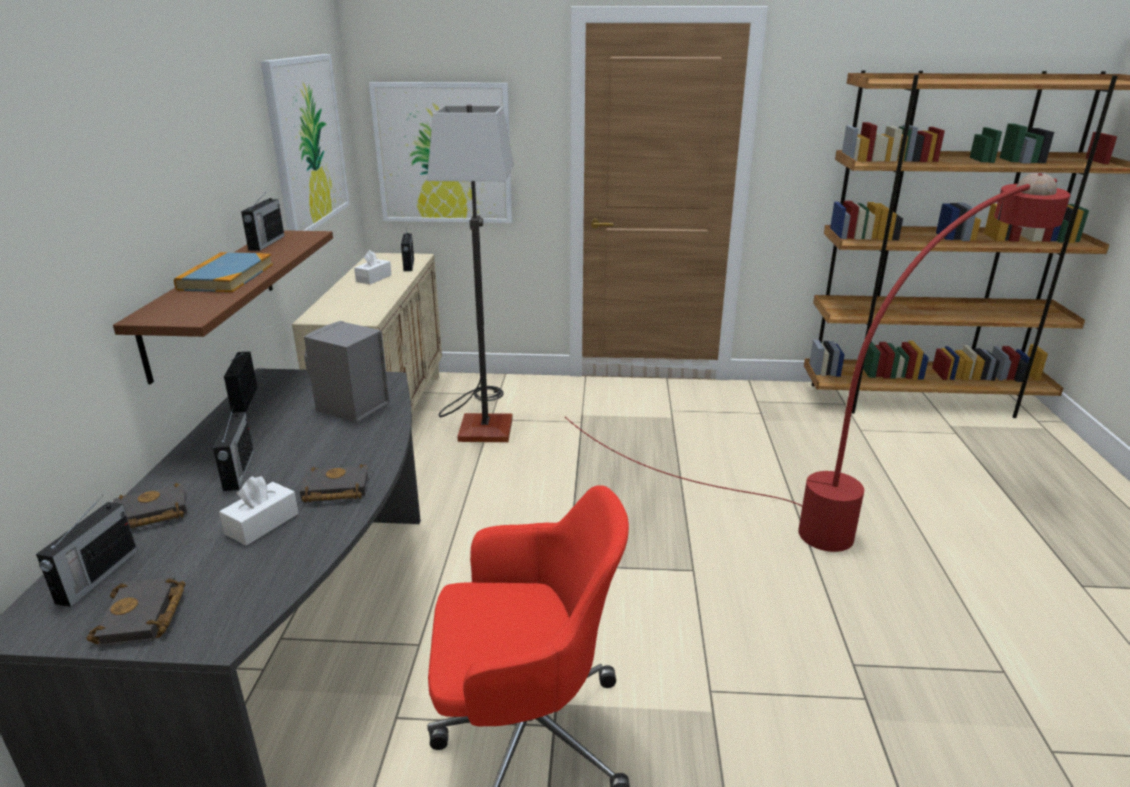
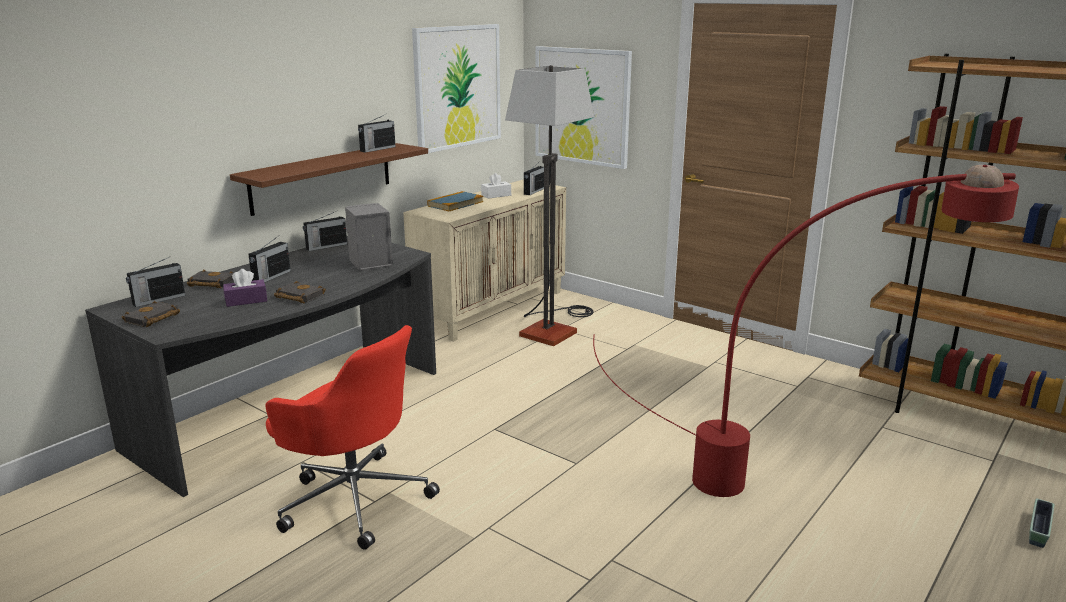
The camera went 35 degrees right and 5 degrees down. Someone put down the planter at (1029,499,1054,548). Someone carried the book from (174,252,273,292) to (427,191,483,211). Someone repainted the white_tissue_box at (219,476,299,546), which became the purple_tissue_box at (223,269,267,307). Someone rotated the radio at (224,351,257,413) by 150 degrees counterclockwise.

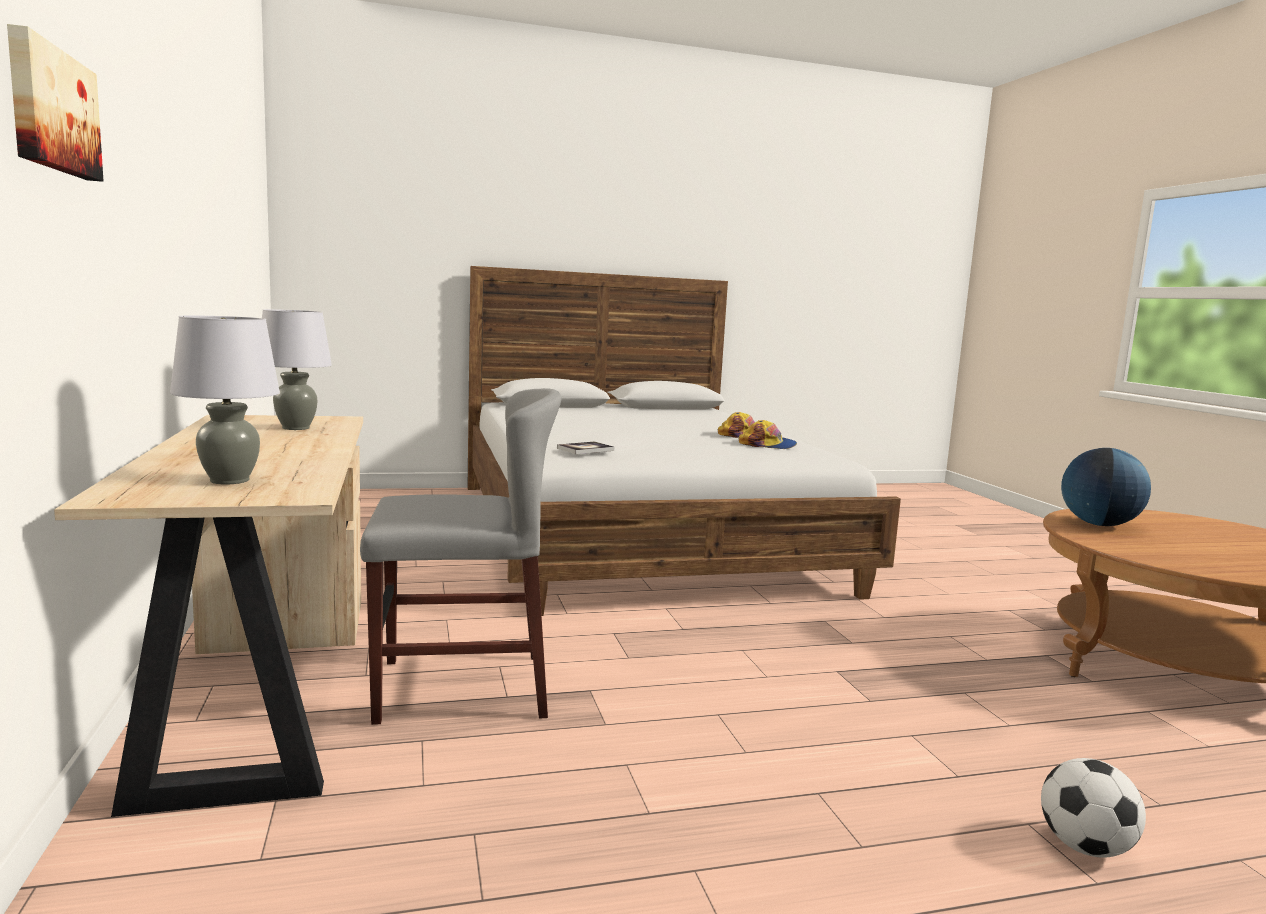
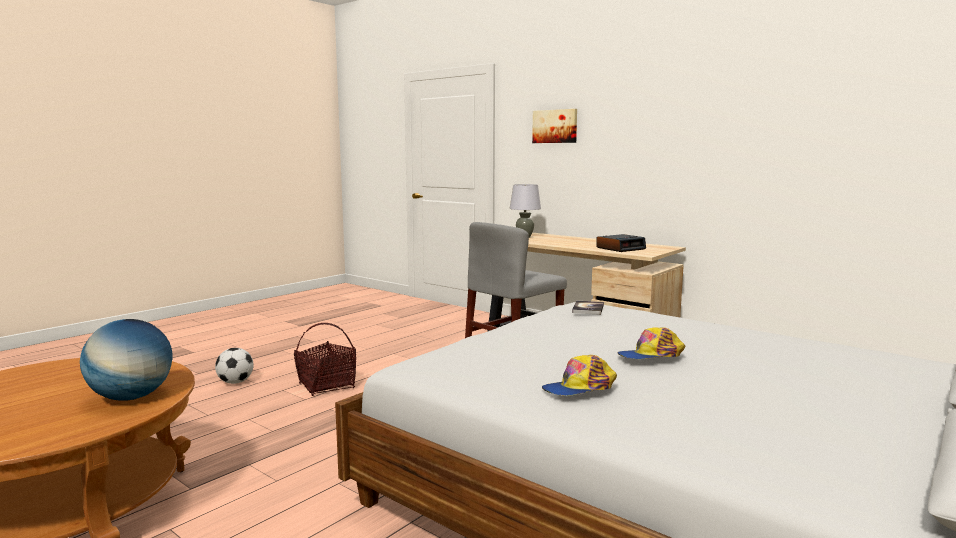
The camera went 145 degrees right and 0 degrees up. Someone put down the basket at (294,323,356,396). Someone carried the cap from (739,420,797,449) to (617,327,685,359). Someone swapped the grey_table_lamp at (262,309,332,430) for the alarm_clock at (596,234,646,252).

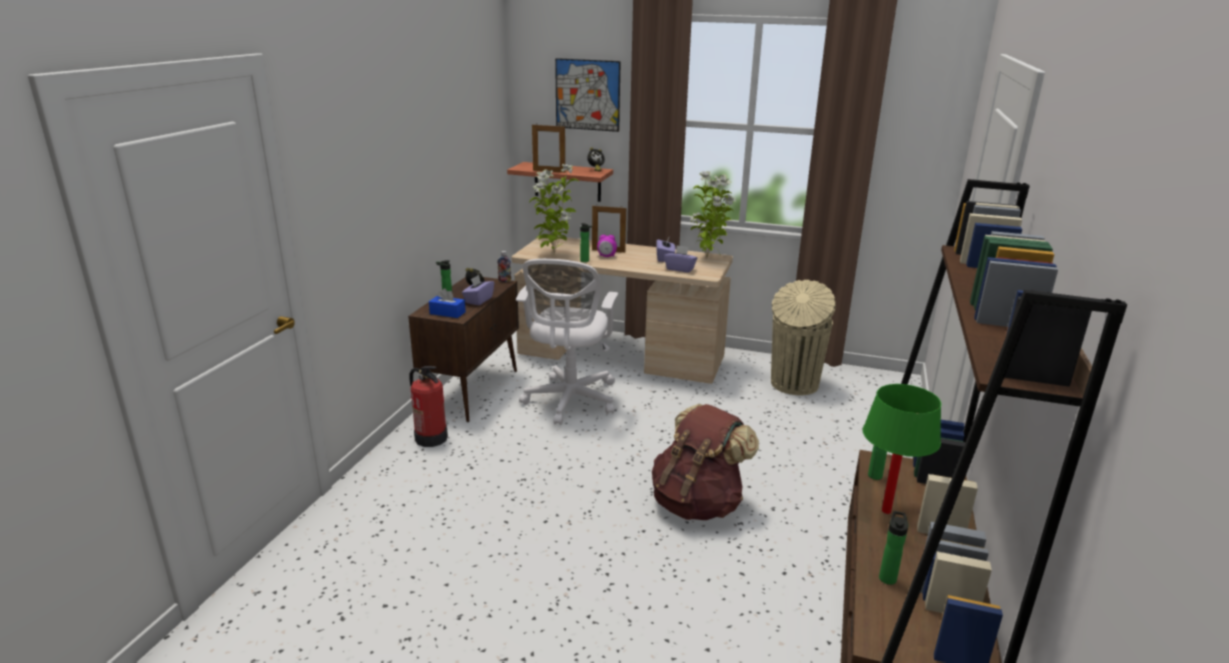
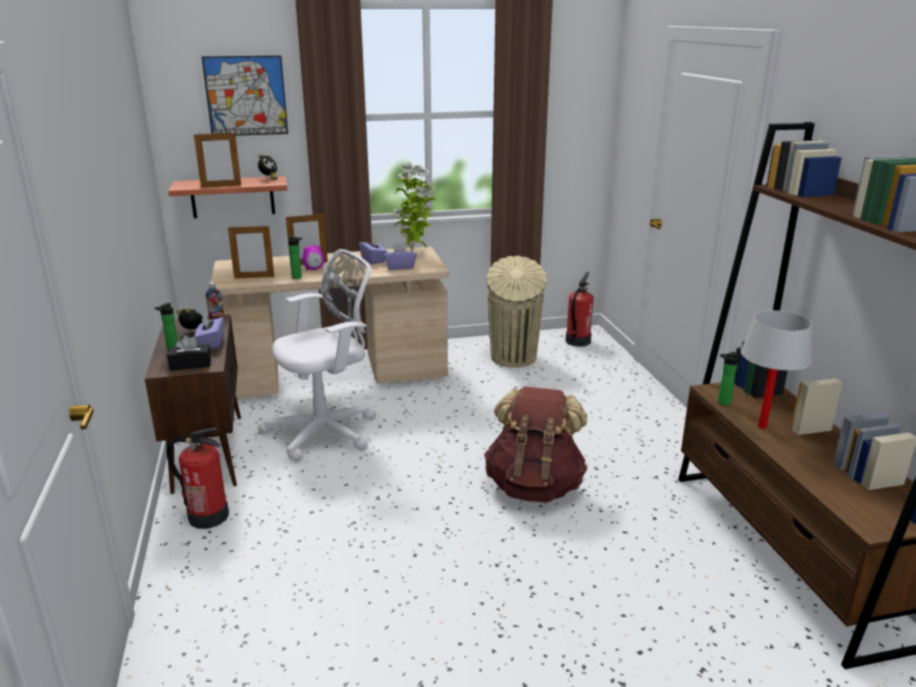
The camera went 30 degrees left and 0 degrees up. Someone took away the bottle at (879,511,908,585). Someone put down the fire_extinguisher at (565,272,594,347). Someone swapped the potted_plant at (529,164,578,255) for the picture_frame at (228,224,274,279). Someone repainted the blue_tissue_box at (429,288,466,318), which became the black_tissue_box at (167,335,211,371). Someone repainted the green_table_lamp at (863,384,941,514), which became the white_table_lamp at (741,310,812,429). Someone rotated the white_office_chair at (516,259,618,425) by 105 degrees counterclockwise.

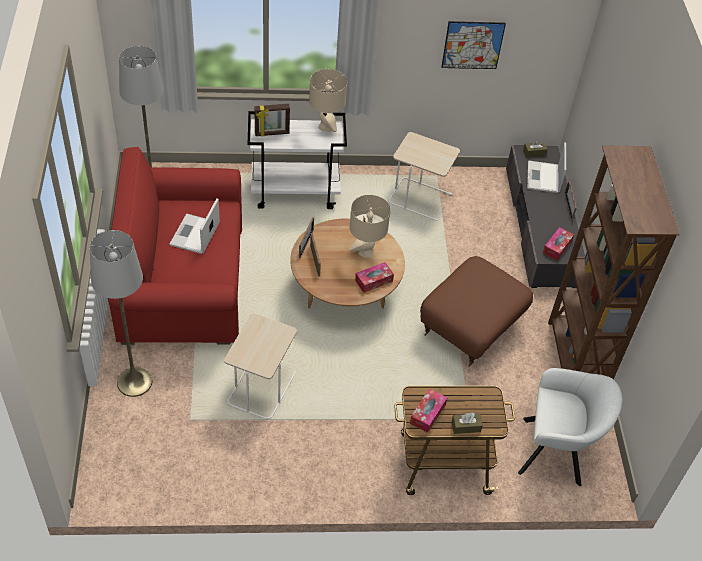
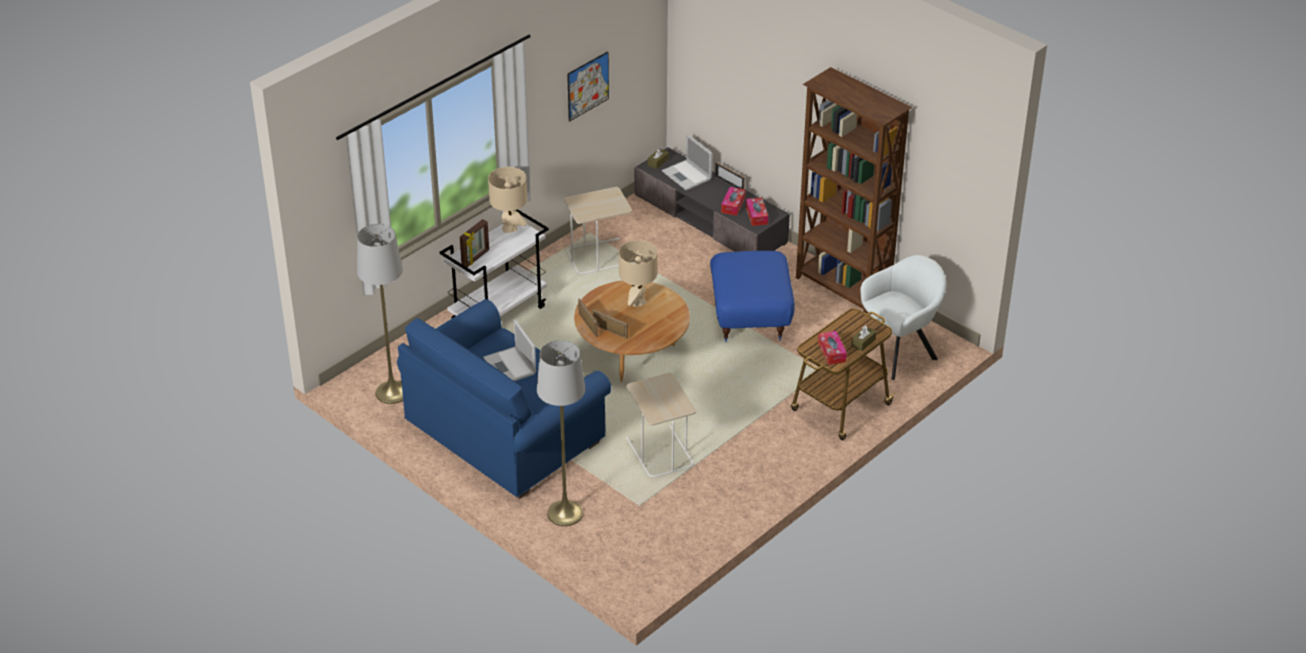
The camera went 40 degrees left and 10 degrees down. Someone carried the tissue_box from (355,262,394,293) to (721,187,746,216). Someone repainted the red_sofa at (108,147,242,345), which became the blue_sofa at (397,299,611,499). Someone repainted the brown_ottoman at (420,256,533,366), which became the blue_ottoman at (710,251,795,342).

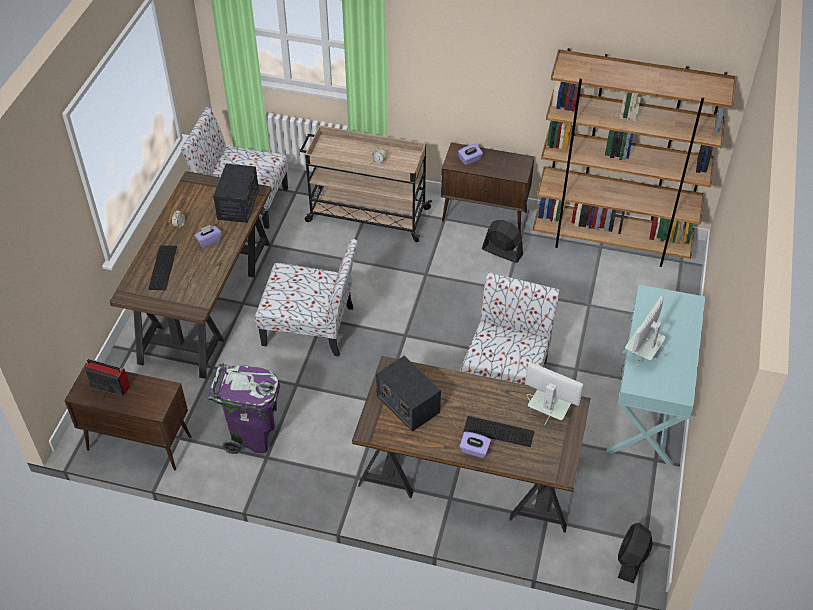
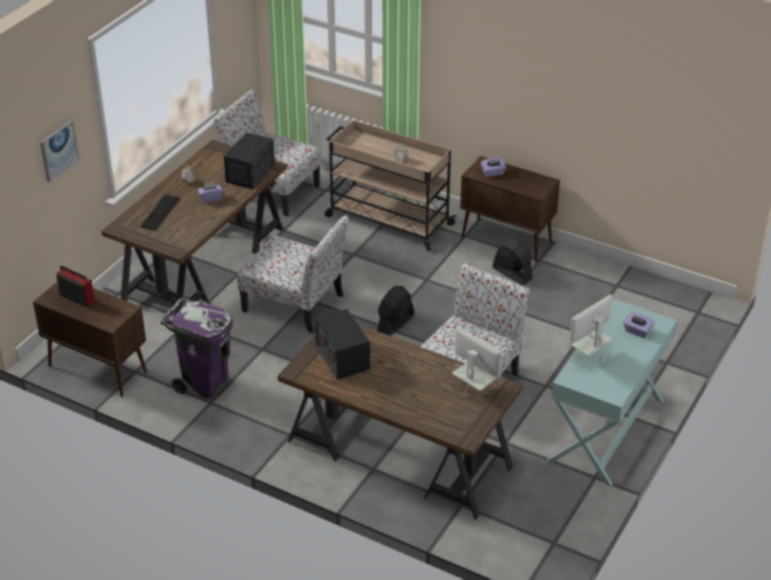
The camera went 15 degrees right and 10 degrees down. Someone took away the keyboard at (463,416,535,447). Someone took away the brown_bookcase at (533,48,736,267). Someone put up the picture at (40,120,79,182). Someone carried the purple_tissue_box from (459,432,491,458) to (624,312,654,338). Someone carried the black_fan from (618,523,653,583) to (377,286,414,336).

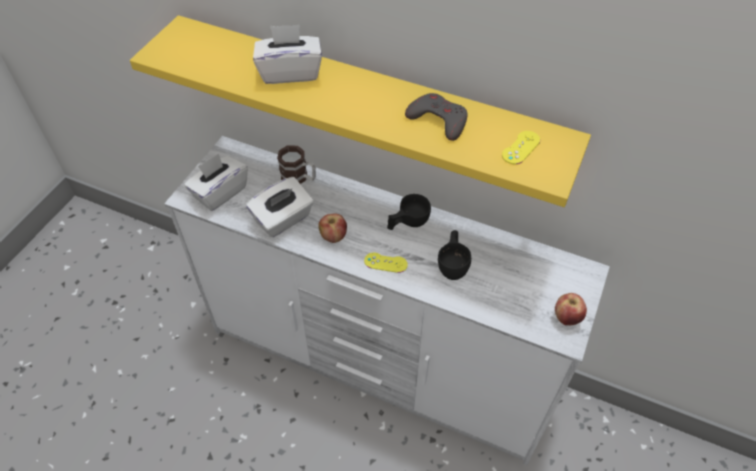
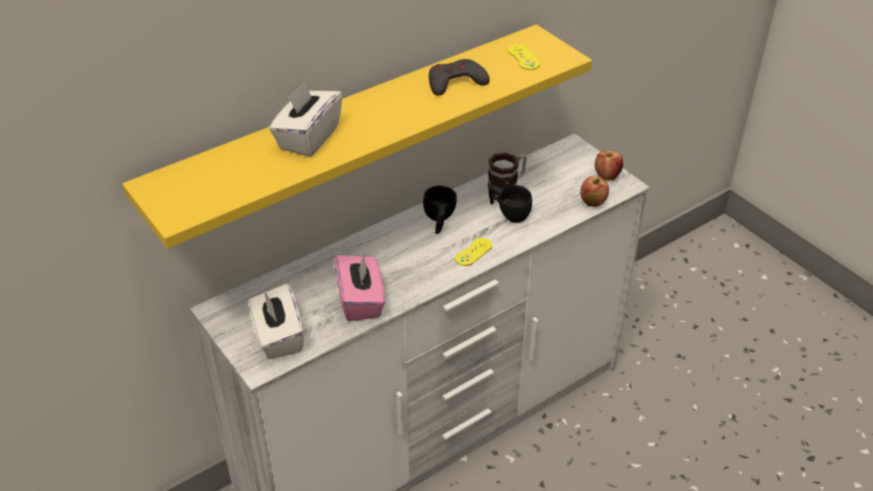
The camera went 60 degrees left and 10 degrees down. Someone carried the mug from (277,145,316,184) to (488,152,527,196). Someone carried the apple from (318,213,347,243) to (580,176,609,207). Someone repainted the white_tissue_box at (246,177,314,237), which became the pink_tissue_box at (335,254,385,321).

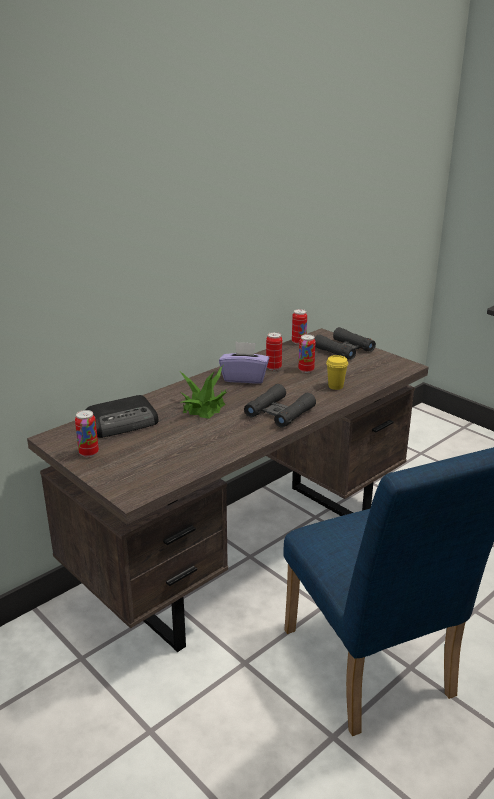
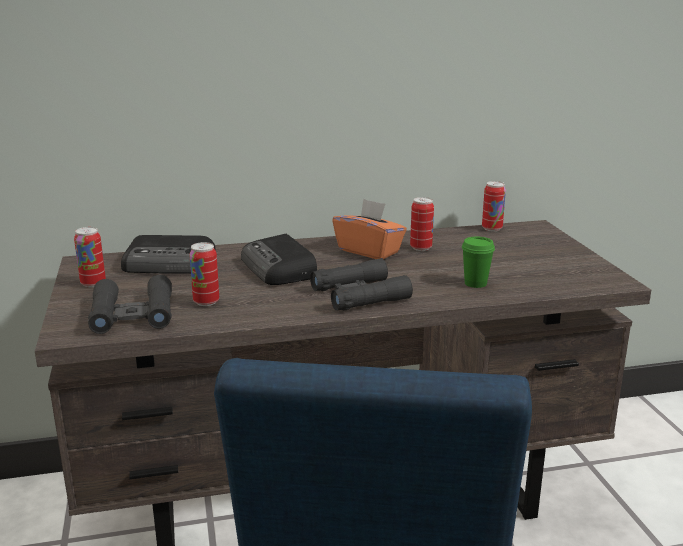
The camera went 30 degrees right and 5 degrees down. Someone carried the can from (298,334,316,373) to (189,242,219,306). Someone carried the black_binoculars from (314,327,376,360) to (88,275,172,334). Someone swapped the potted_plant at (180,366,227,419) for the radio at (241,234,317,285). Someone repainted the purple_tissue_box at (219,342,269,384), which became the orange_tissue_box at (332,199,407,259). Someone repainted the yellow_cup at (326,355,348,390), which became the green_cup at (462,237,495,288).

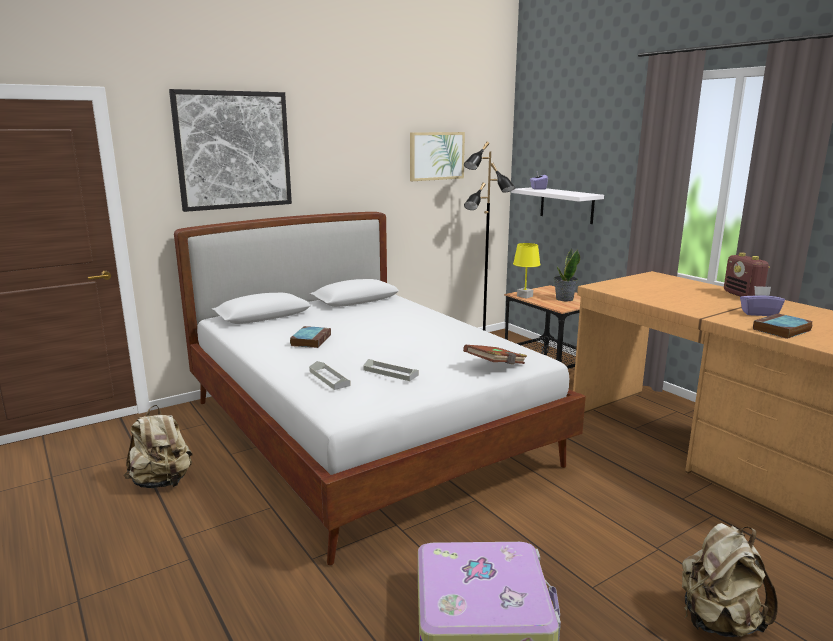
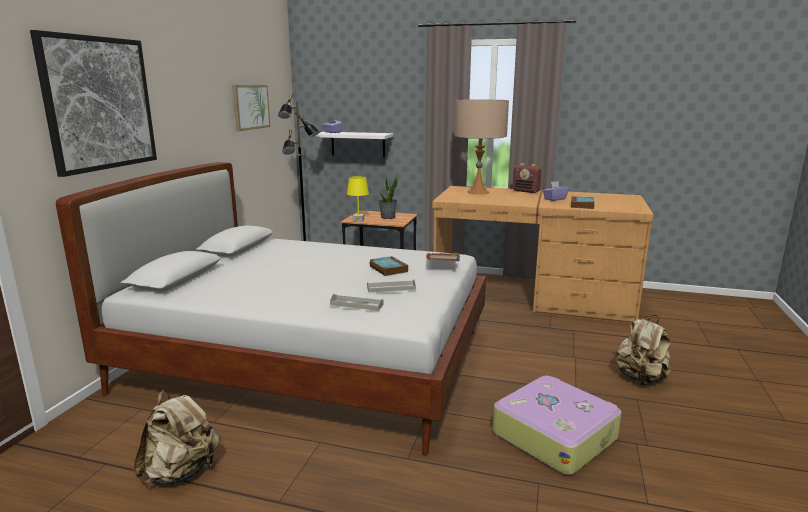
The camera went 40 degrees left and 0 degrees up. Someone put down the beige_table_lamp at (455,99,509,194). Someone carried the book from (290,326,331,348) to (370,256,408,276).

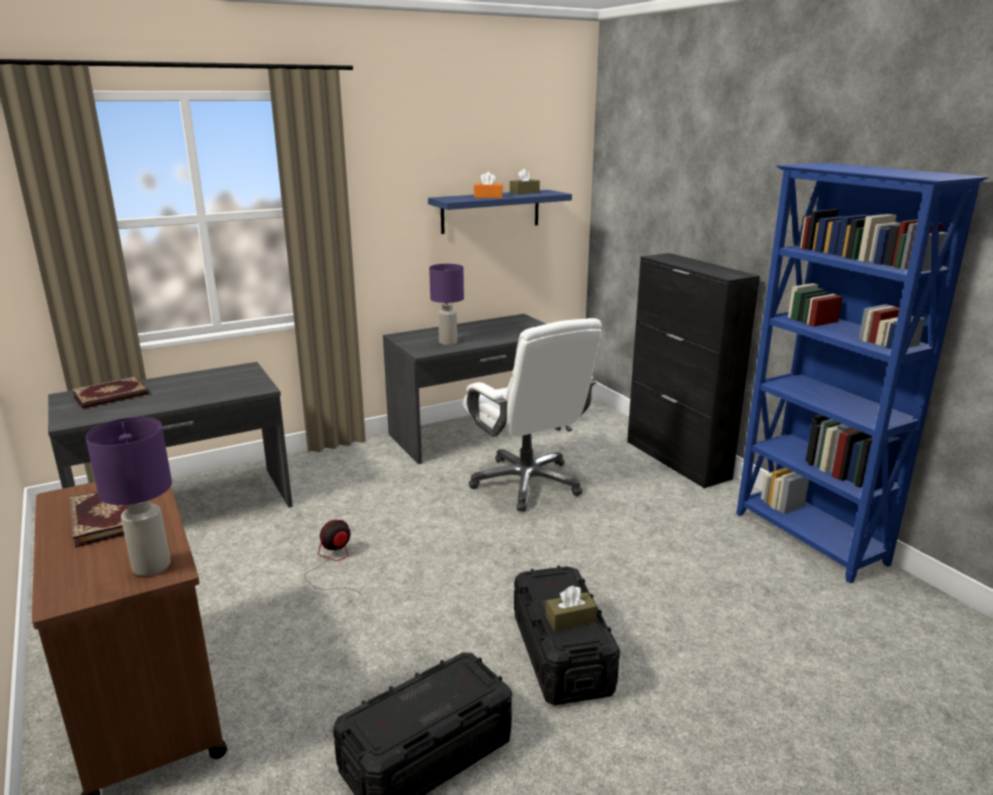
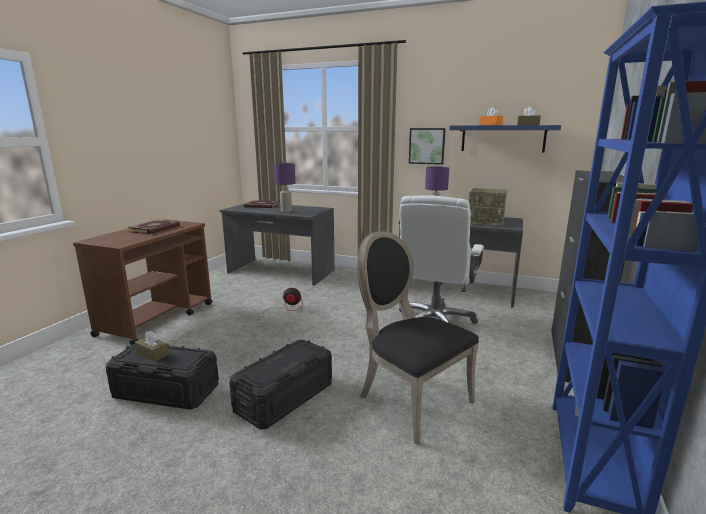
The camera went 50 degrees right and 5 degrees down. Someone put down the black_chair at (357,231,479,445). Someone put up the picture at (409,128,446,165). Someone put down the radio at (469,188,507,227). Someone carried the purple_table_lamp from (86,417,172,576) to (274,163,295,212). Someone carried the brown_tissue_box from (546,586,597,631) to (135,331,169,362).

